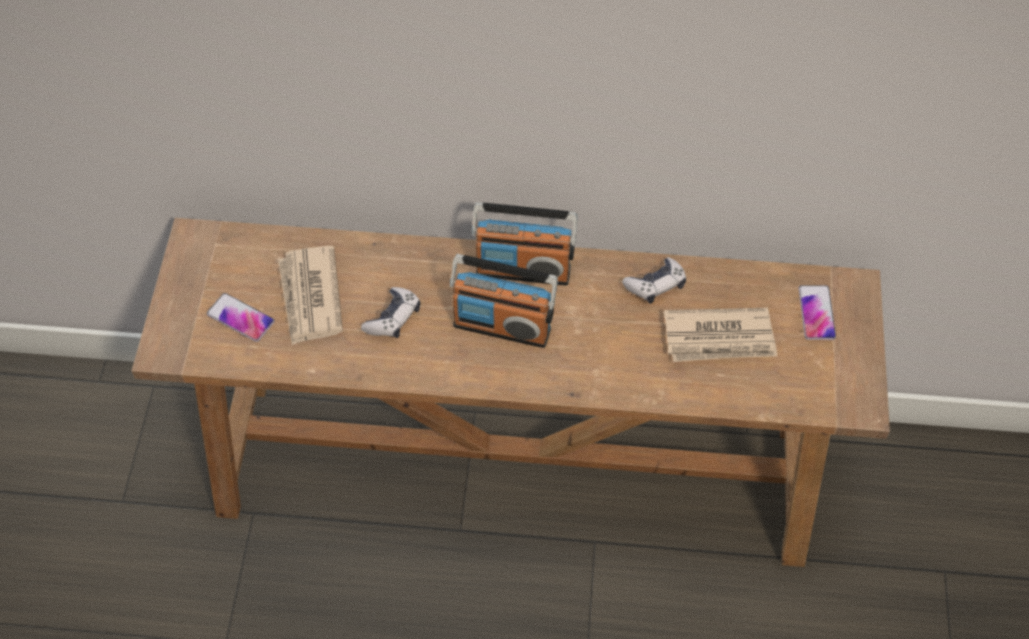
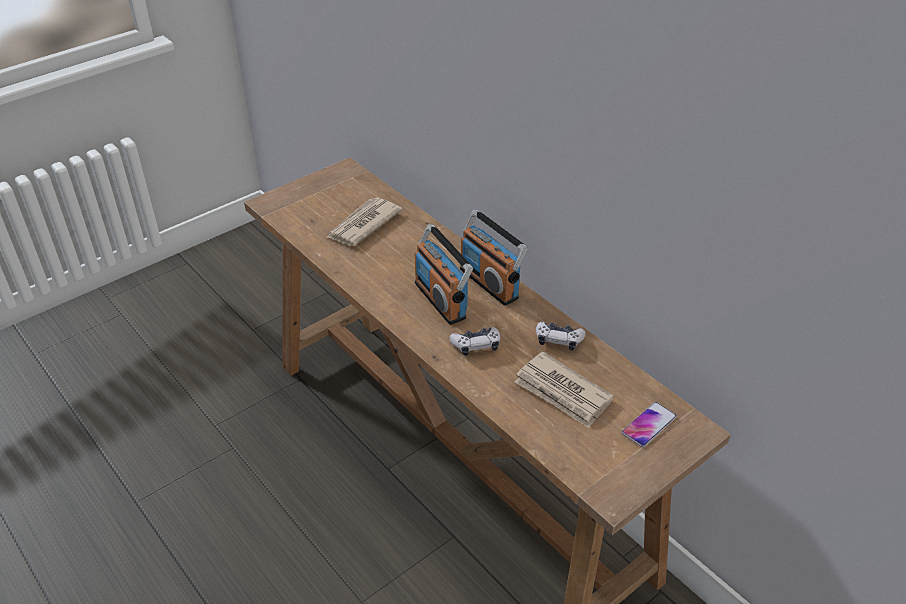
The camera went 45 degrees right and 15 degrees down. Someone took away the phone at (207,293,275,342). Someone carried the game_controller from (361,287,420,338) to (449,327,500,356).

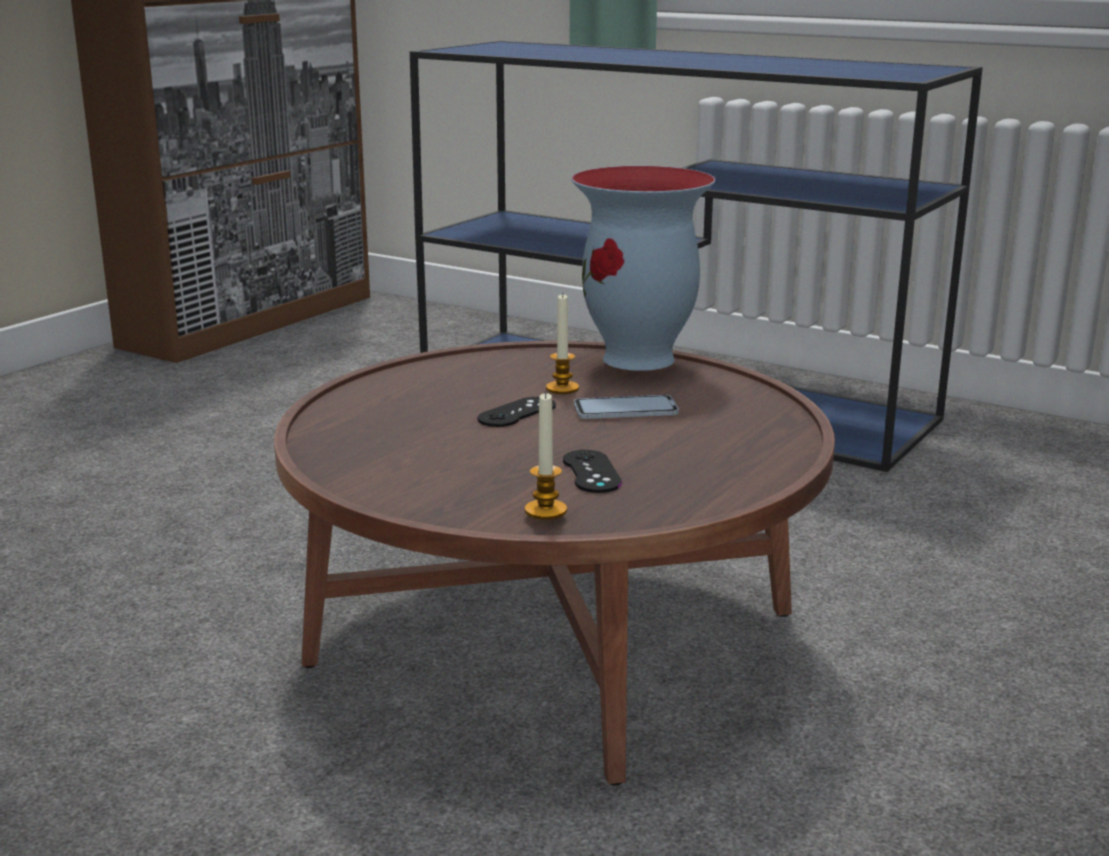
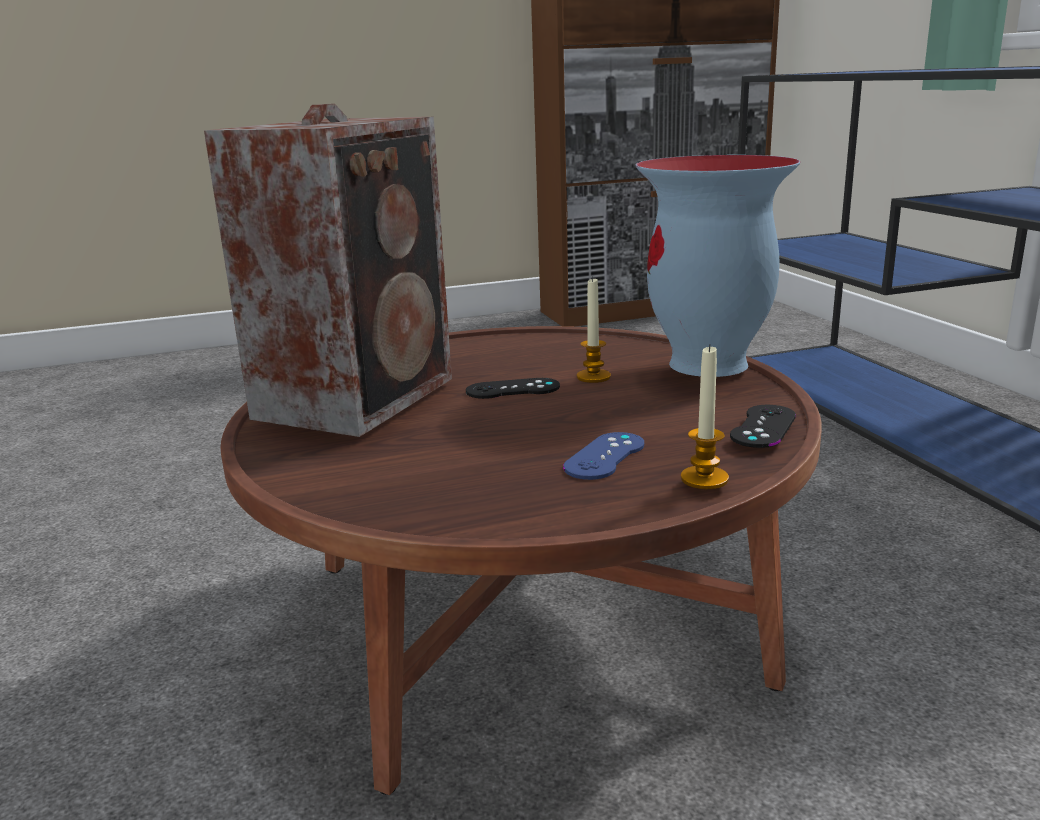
The camera went 40 degrees right and 0 degrees up. Someone took away the phone at (574,395,679,419). Someone put down the speaker at (204,104,452,437). Someone put down the blue_game_controller at (563,432,644,480). Someone carried the candle from (525,391,567,520) to (681,344,729,489). Someone carried the black_game_controller from (563,450,622,493) to (730,405,796,448).

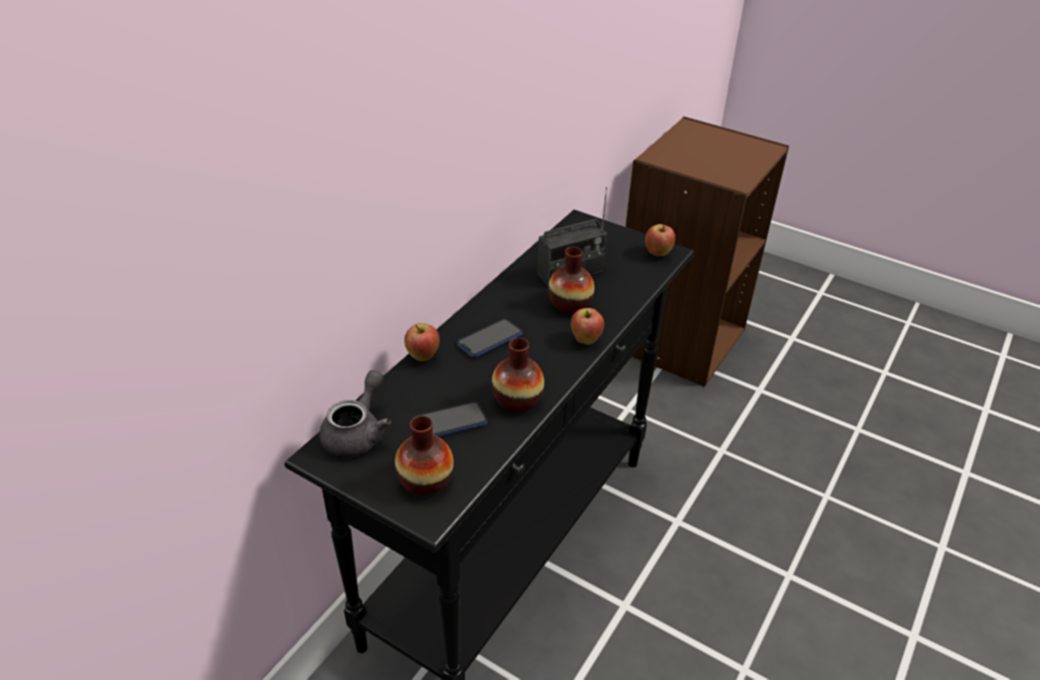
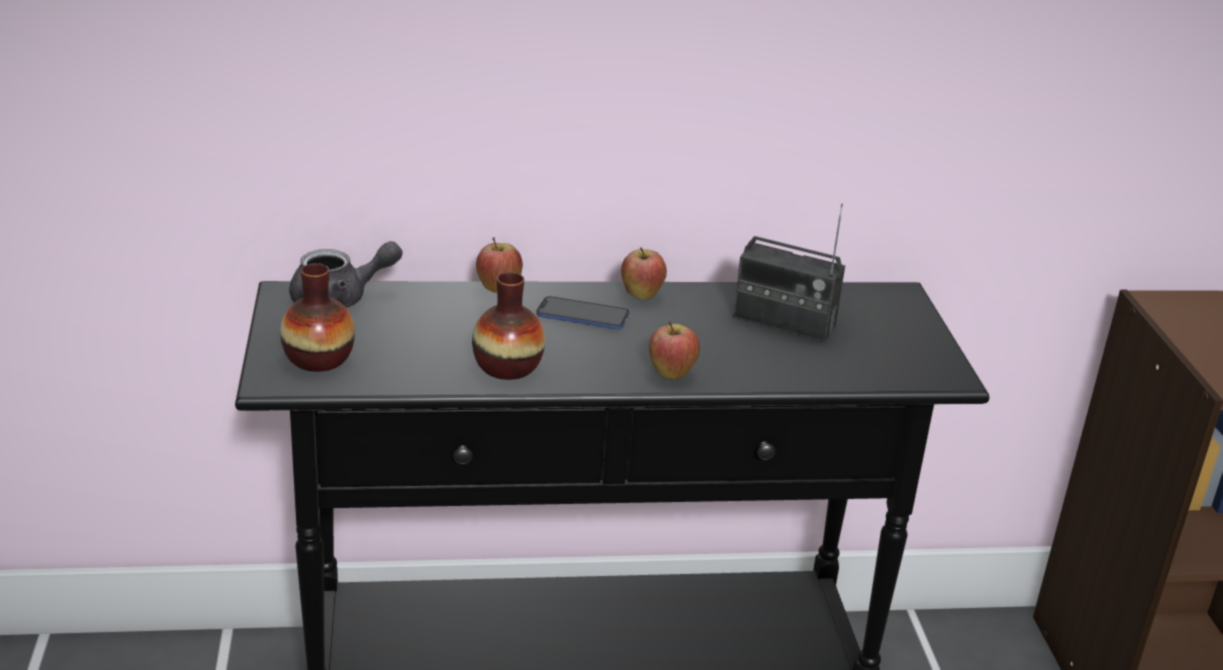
The camera went 50 degrees right and 10 degrees down. Someone took away the phone at (412,401,487,436). Someone took away the vase at (548,247,595,314). Someone carried the apple from (645,224,675,256) to (621,247,667,299).

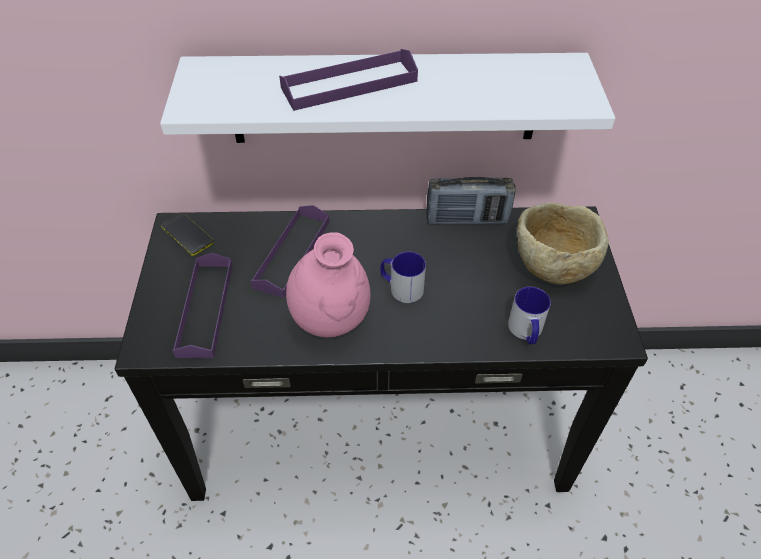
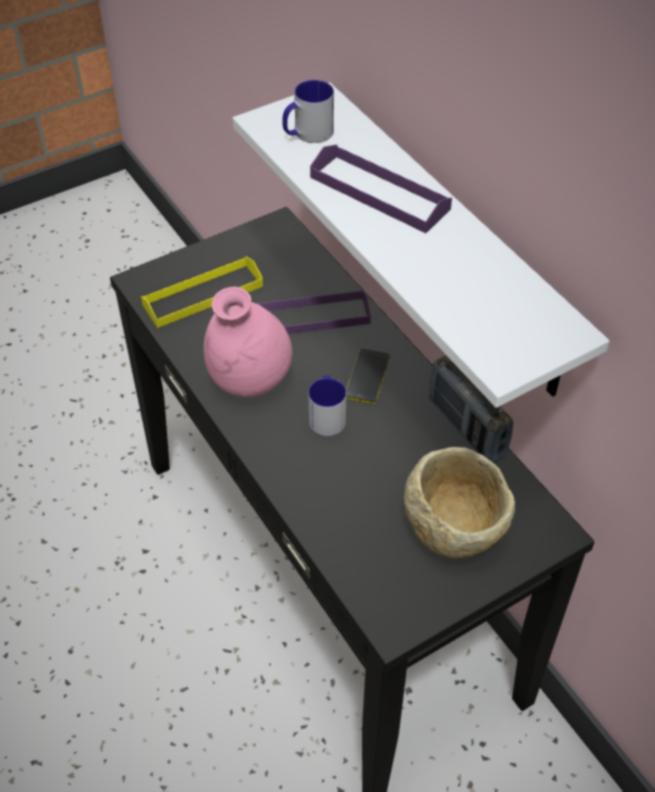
The camera went 60 degrees right and 0 degrees up. Someone carried the phone from (161,213,214,256) to (346,349,390,404). Someone carried the mug from (508,287,551,344) to (282,80,334,143). Someone repainted the purple_tray at (173,253,233,358), which became the yellow_tray at (141,256,263,328).

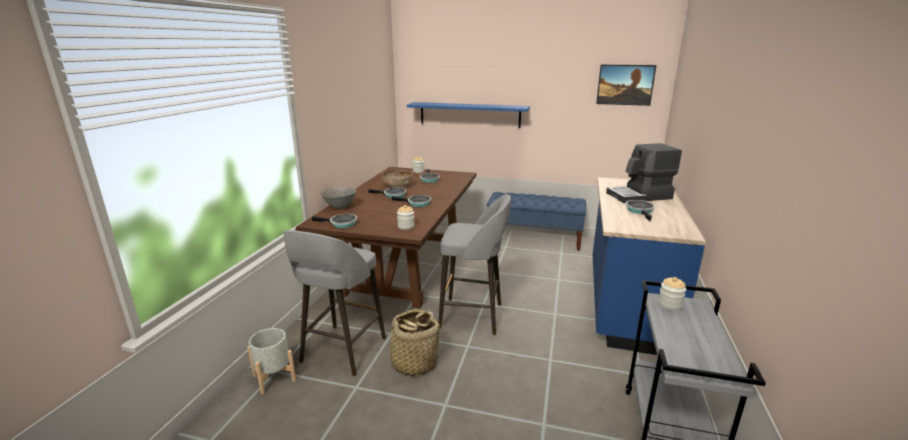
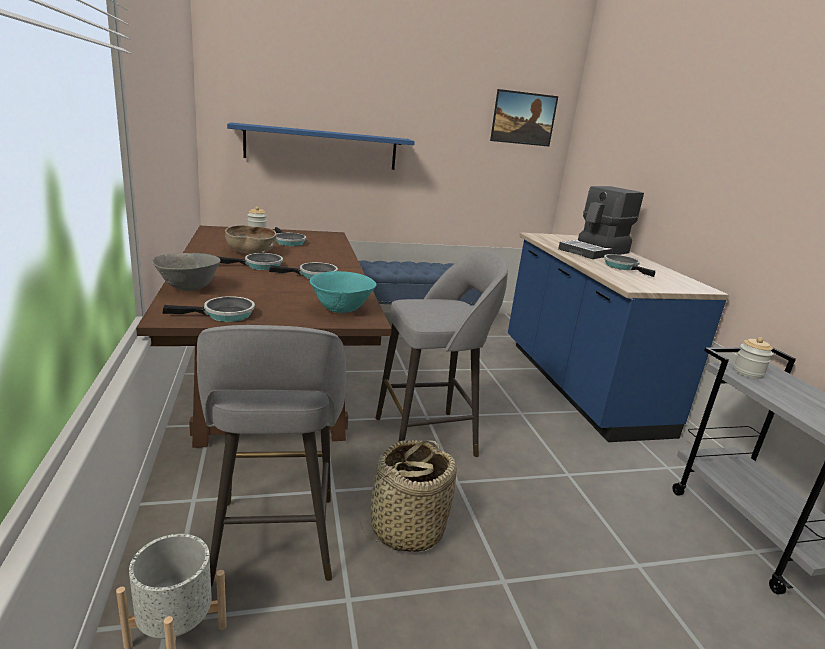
The camera went 30 degrees left and 0 degrees up. Someone swapped the jar at (397,205,415,230) for the turquoise_bowl at (310,271,377,313).

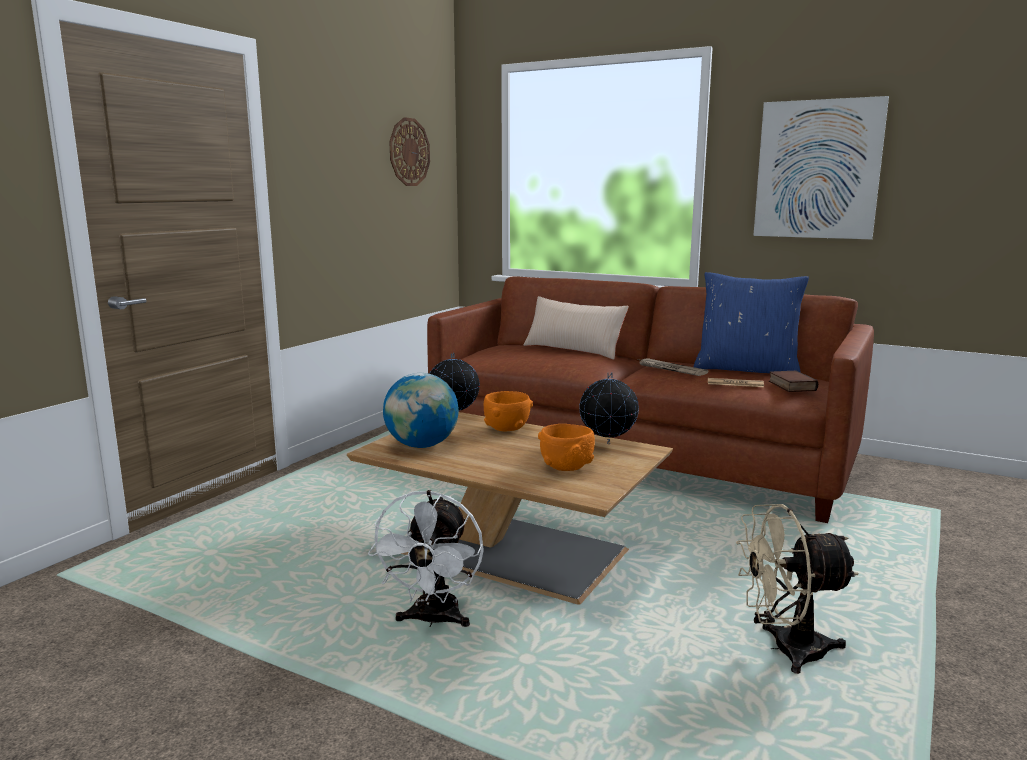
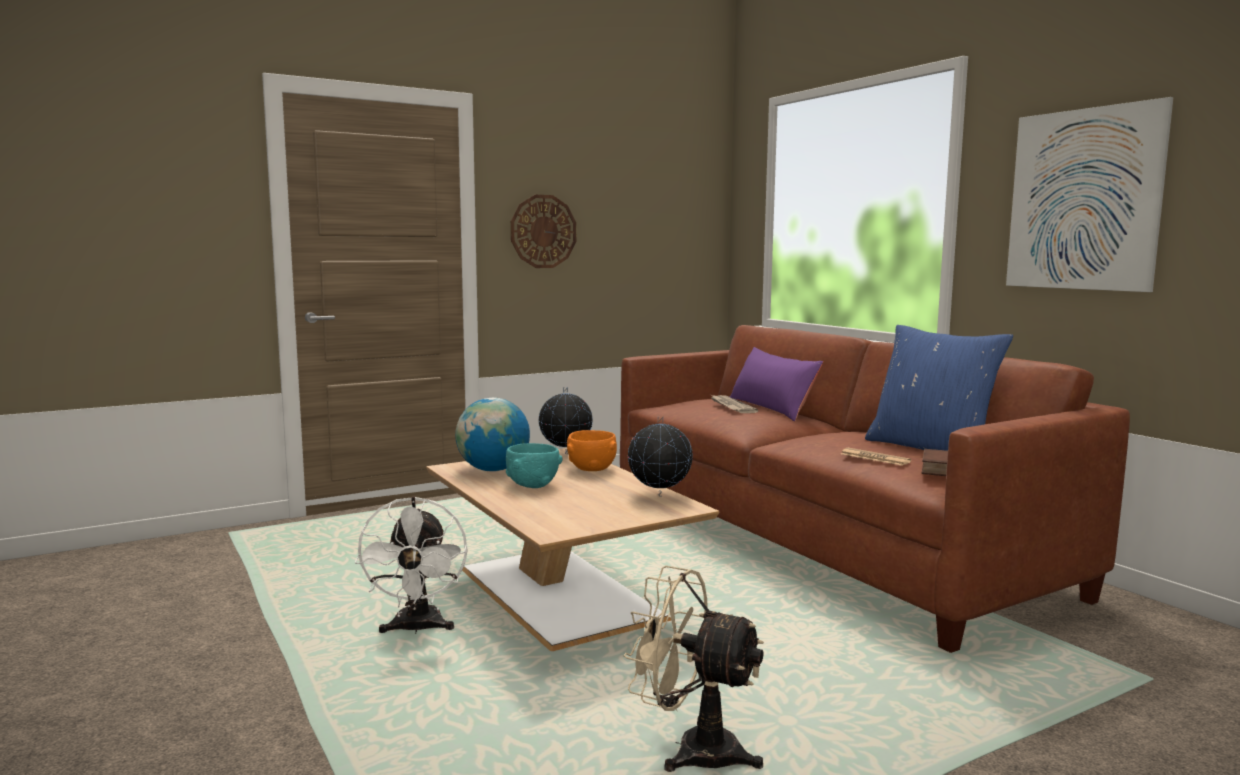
The camera went 30 degrees right and 5 degrees down. Someone took away the orange_bowl at (538,424,595,471). Someone put down the turquoise_bowl at (506,443,562,488). Someone carried the wall_clock from (389,117,430,186) to (511,195,576,268). Someone carried the newspaper from (638,358,708,376) to (711,395,758,413). Someone repainted the beige_pillow at (524,296,629,360), which became the purple_pillow at (730,347,823,421). Someone rotated the white_fan at (368,490,484,627) by 45 degrees counterclockwise.

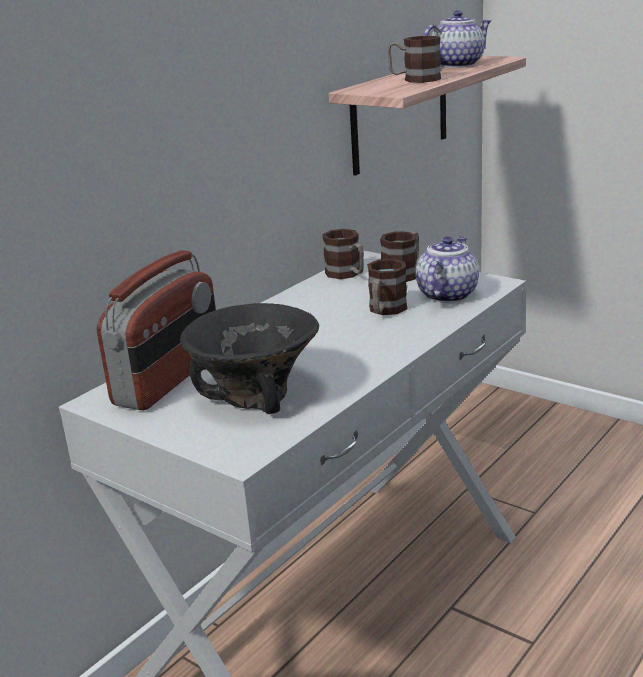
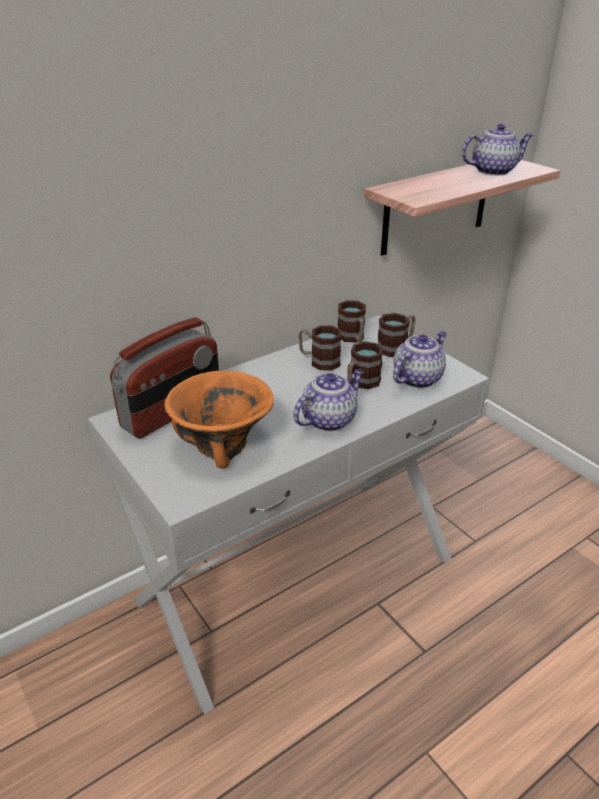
The camera went 15 degrees right and 10 degrees up. Someone put down the teapot at (293,369,364,432). Someone carried the mug from (388,36,441,83) to (299,325,342,370). Someone repainted the black_bowl at (180,303,319,414), which became the orange_bowl at (164,371,274,468).

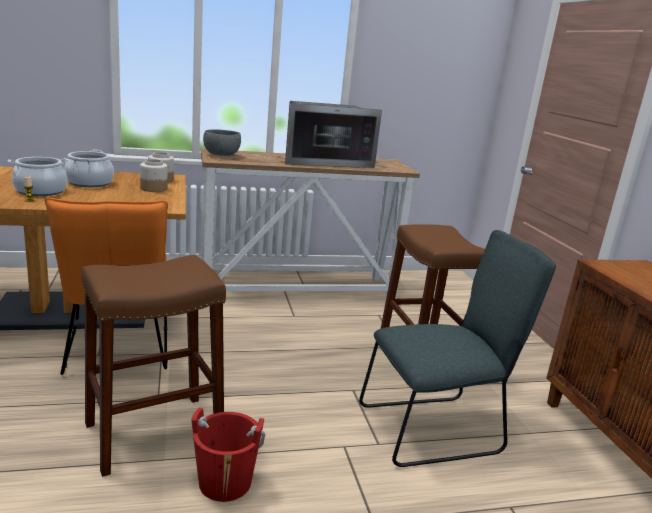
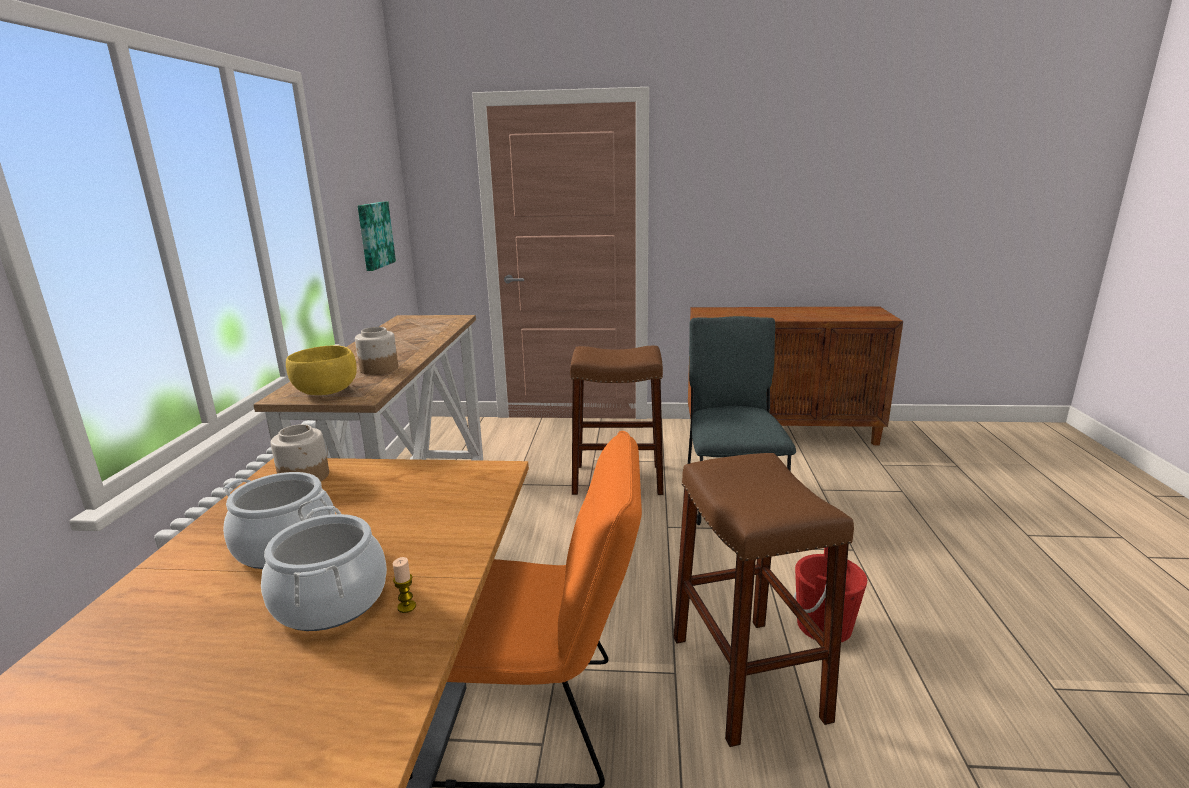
The camera went 70 degrees left and 0 degrees up. Someone took away the microwave at (285,101,382,168). Someone put up the picture at (358,202,396,271). Someone carried the jar from (140,159,168,192) to (355,327,398,375). Someone repainted the grey_bowl at (203,129,241,156), which became the yellow_bowl at (286,345,357,395).

